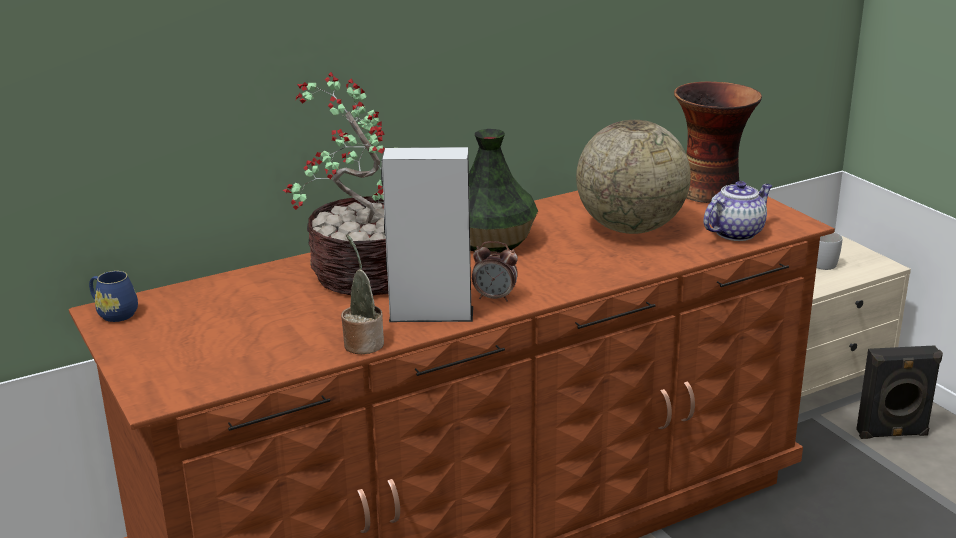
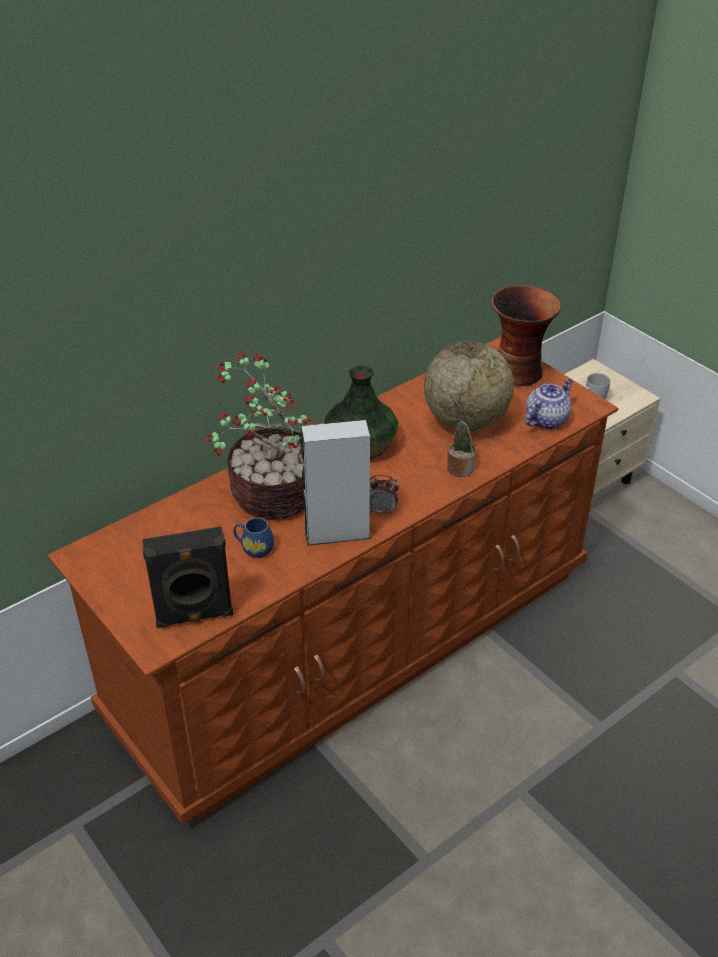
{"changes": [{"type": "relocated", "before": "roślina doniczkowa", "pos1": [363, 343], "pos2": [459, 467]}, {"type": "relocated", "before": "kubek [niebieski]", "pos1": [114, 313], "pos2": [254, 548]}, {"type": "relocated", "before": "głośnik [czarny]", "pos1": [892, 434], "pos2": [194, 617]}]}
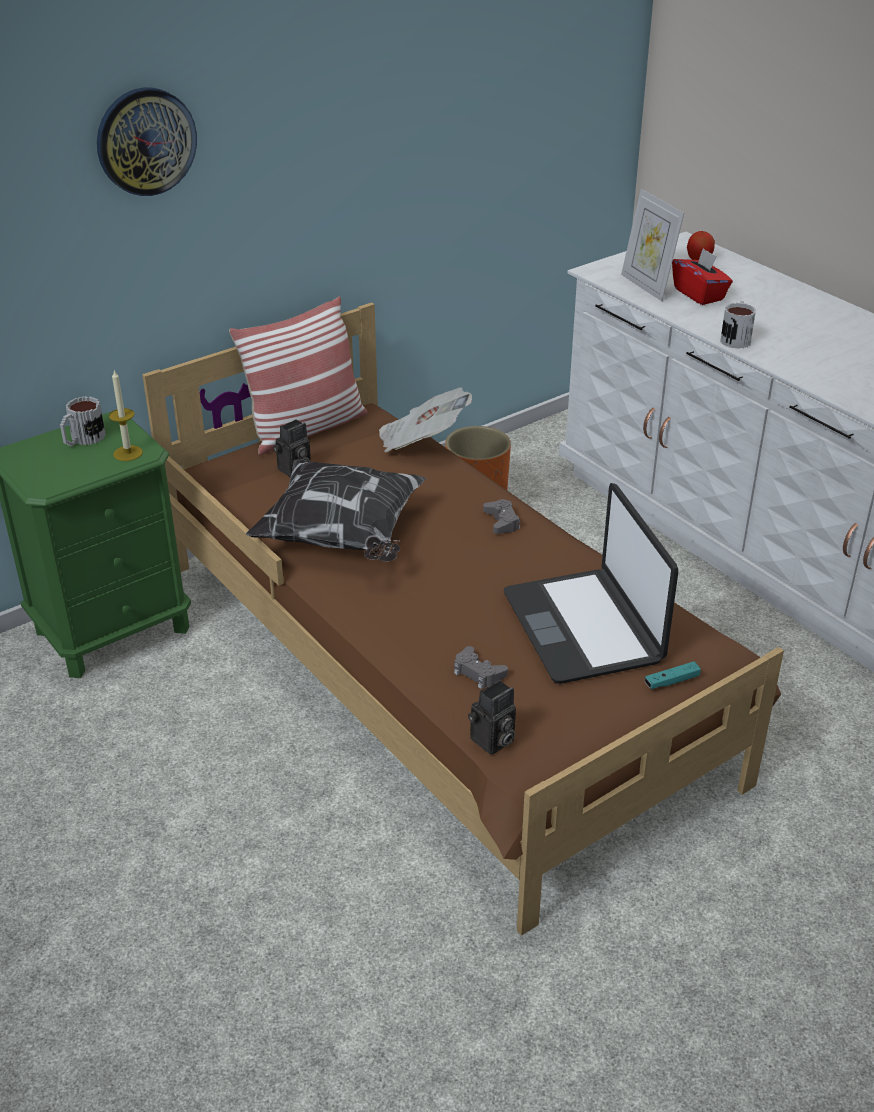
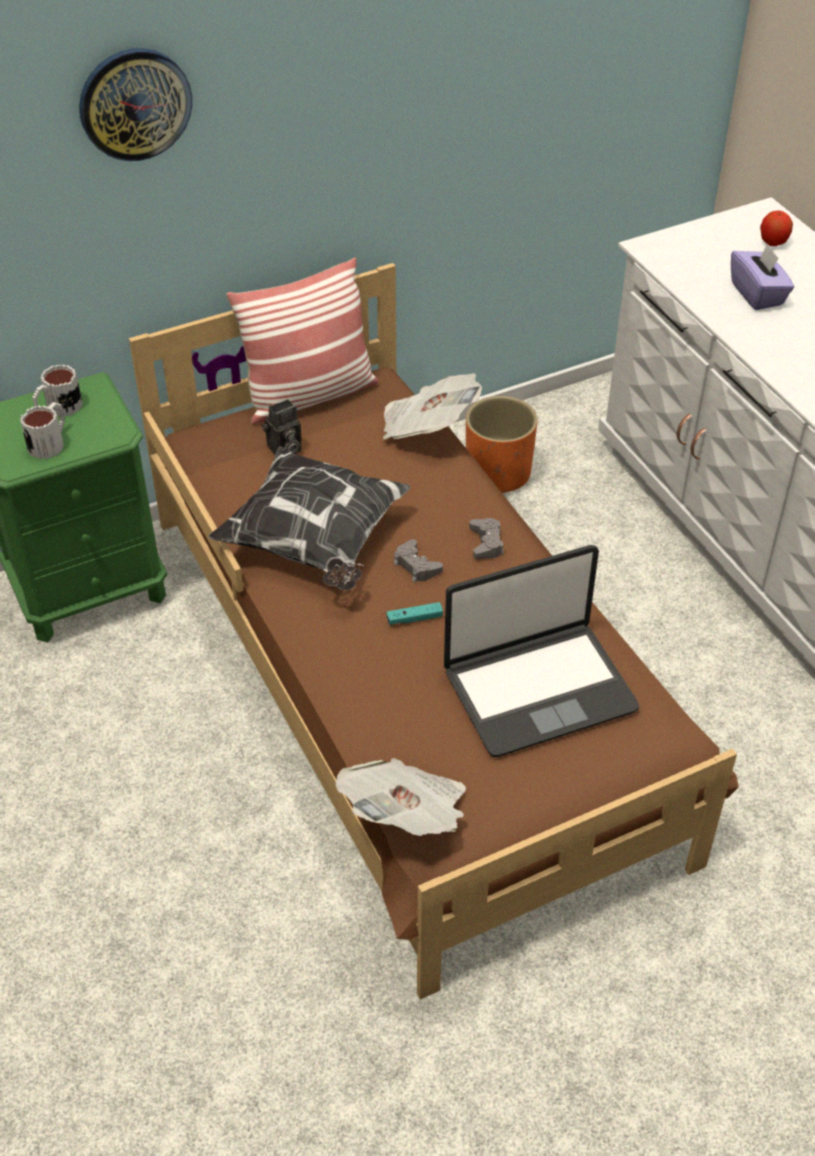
{"changes": [{"type": "missing", "before": "ramka na zdjęcie", "pos1": [647, 286]}, {"type": "colour", "before": "pudełko chusteczek [czerwony]", "after": "pudełko chusteczek [fioletowy]", "pos1": [699, 294], "pos2": [757, 294]}, {"type": "relocated", "before": "kubek", "pos1": [736, 338], "pos2": [50, 442]}, {"type": "missing", "before": "świeca", "pos1": [128, 453]}, {"type": "spun", "before": "laptop", "pos1": [584, 627], "pos2": [538, 689], "turn": -105}, {"type": "relocated", "before": "pad do gier [szary]", "pos1": [478, 673], "pos2": [416, 566]}, {"type": "relocated", "before": "pad do gier [turkusowy]", "pos1": [672, 681], "pos2": [414, 618]}, {"type": "exchanged", "before": "aparat fotograficzny", "after": "gazeta", "pos1": [492, 742], "pos2": [407, 815]}]}
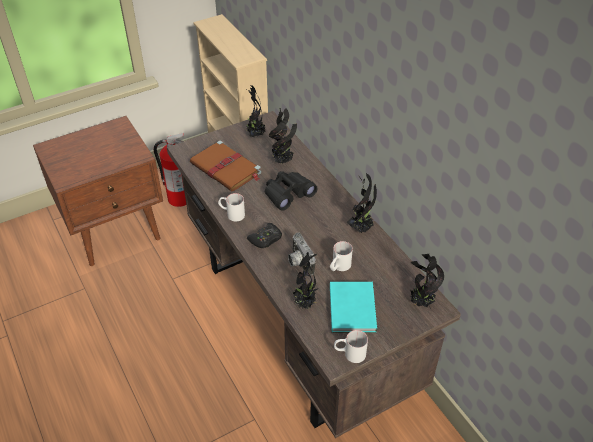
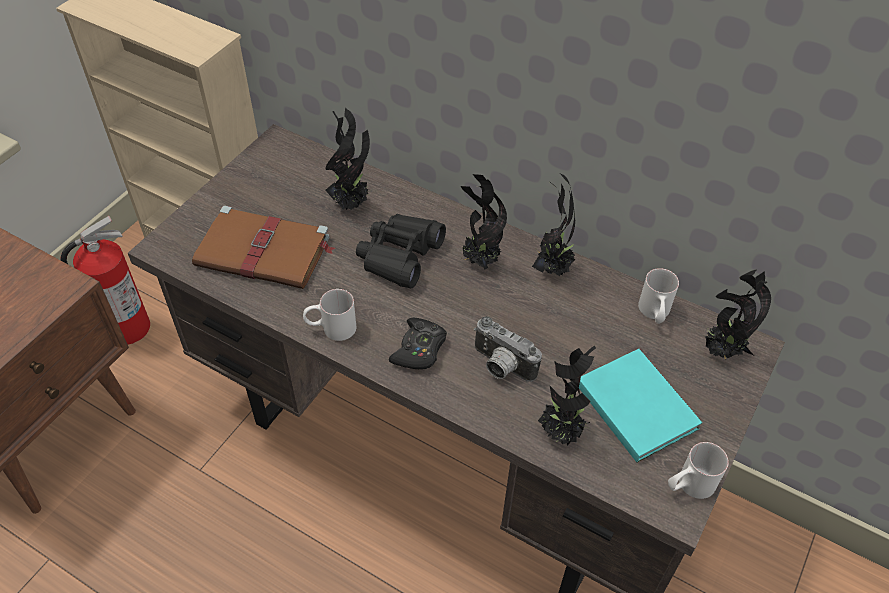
{"changes": [{"type": "relocated", "before": "roślina doniczkowa", "pos1": [255, 135], "pos2": [479, 260]}, {"type": "relocated", "before": "kubek [biały]", "pos1": [339, 267], "pos2": [654, 314]}]}
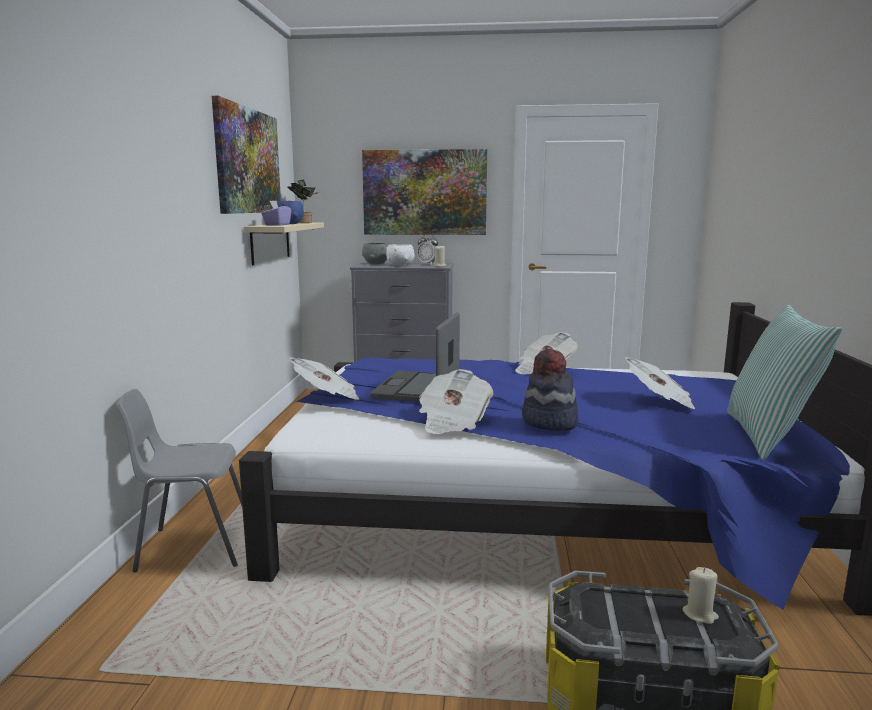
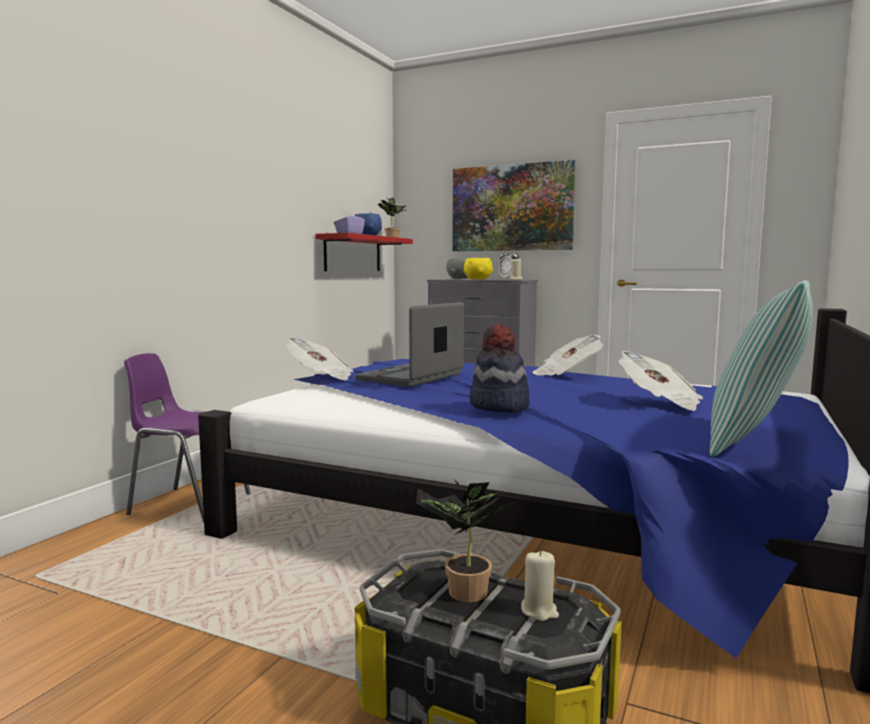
{"changes": [{"type": "missing", "before": "obraz", "pos1": [248, 161]}, {"type": "colour", "before": "półka [beżowy]", "after": "półka [czerwony]", "pos1": [270, 242], "pos2": [353, 254]}, {"type": "colour", "before": "miska [biały]", "after": "miska [żółty]", "pos1": [400, 265], "pos2": [477, 279]}, {"type": "missing", "before": "gazeta", "pos1": [453, 422]}, {"type": "colour", "before": "krzesło [szary]", "after": "krzesło [fioletowy]", "pos1": [193, 547], "pos2": [188, 504]}, {"type": "appeared", "after": "roślina doniczkowa", "pos2": [462, 593]}]}
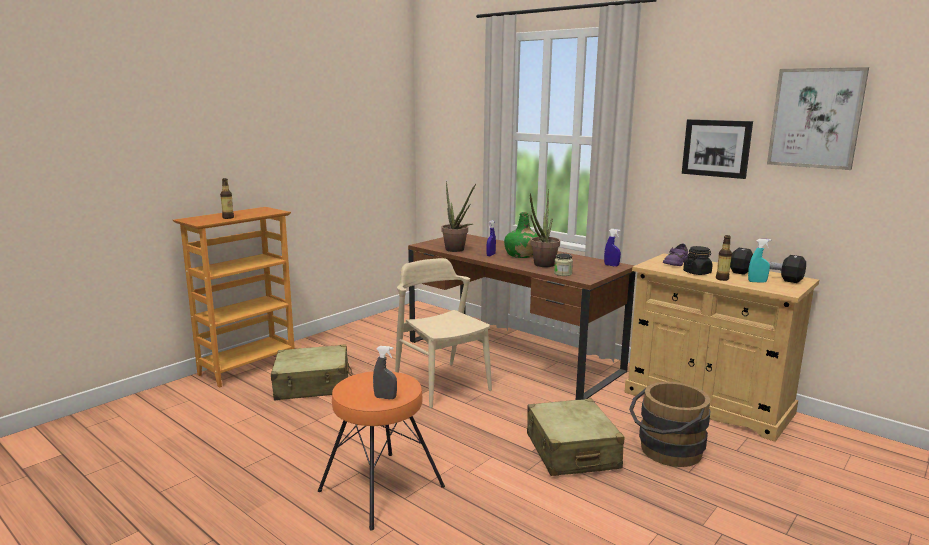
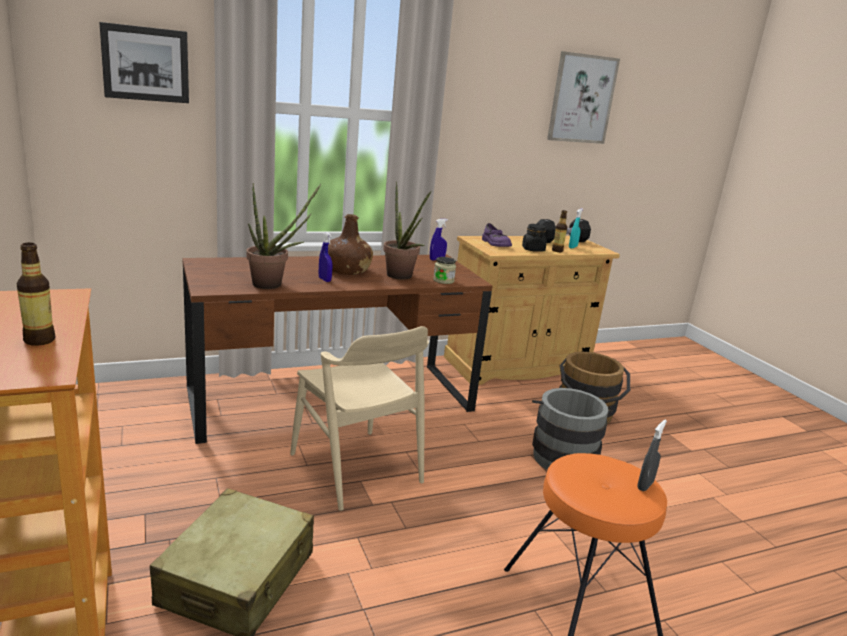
{"changes": [{"type": "relocated", "before": "obraz", "pos1": [716, 148], "pos2": [146, 64]}, {"type": "colour", "before": "butelka [zielony]", "after": "butelka [brązowy]", "pos1": [522, 255], "pos2": [347, 270]}, {"type": "spun", "before": "krzesło [beżowy]", "pos1": [442, 384], "pos2": [356, 468], "turn": -120}, {"type": "exchanged", "before": "walizka [beżowy]", "after": "wiadro [szary]", "pos1": [571, 451], "pos2": [562, 455]}]}
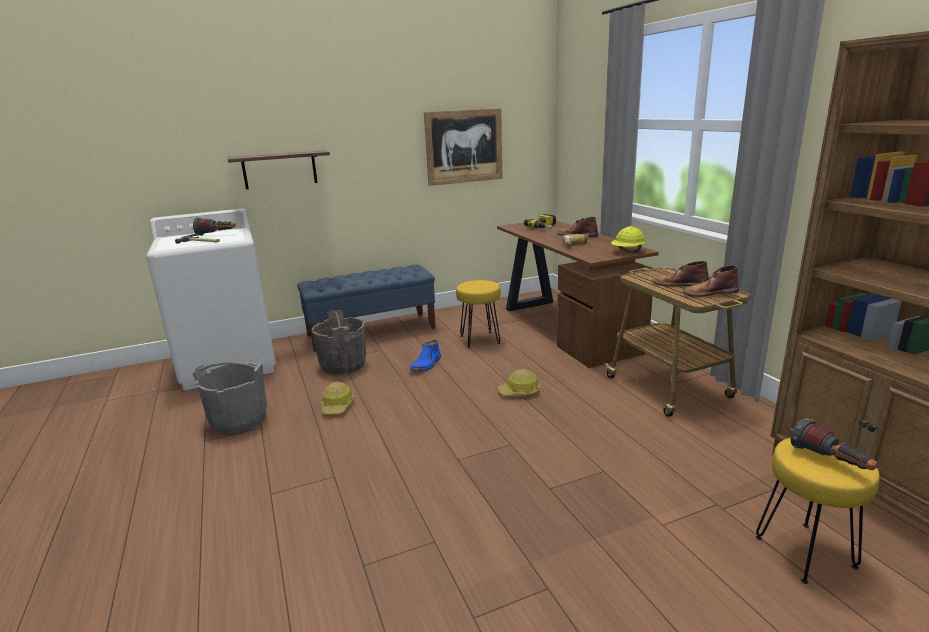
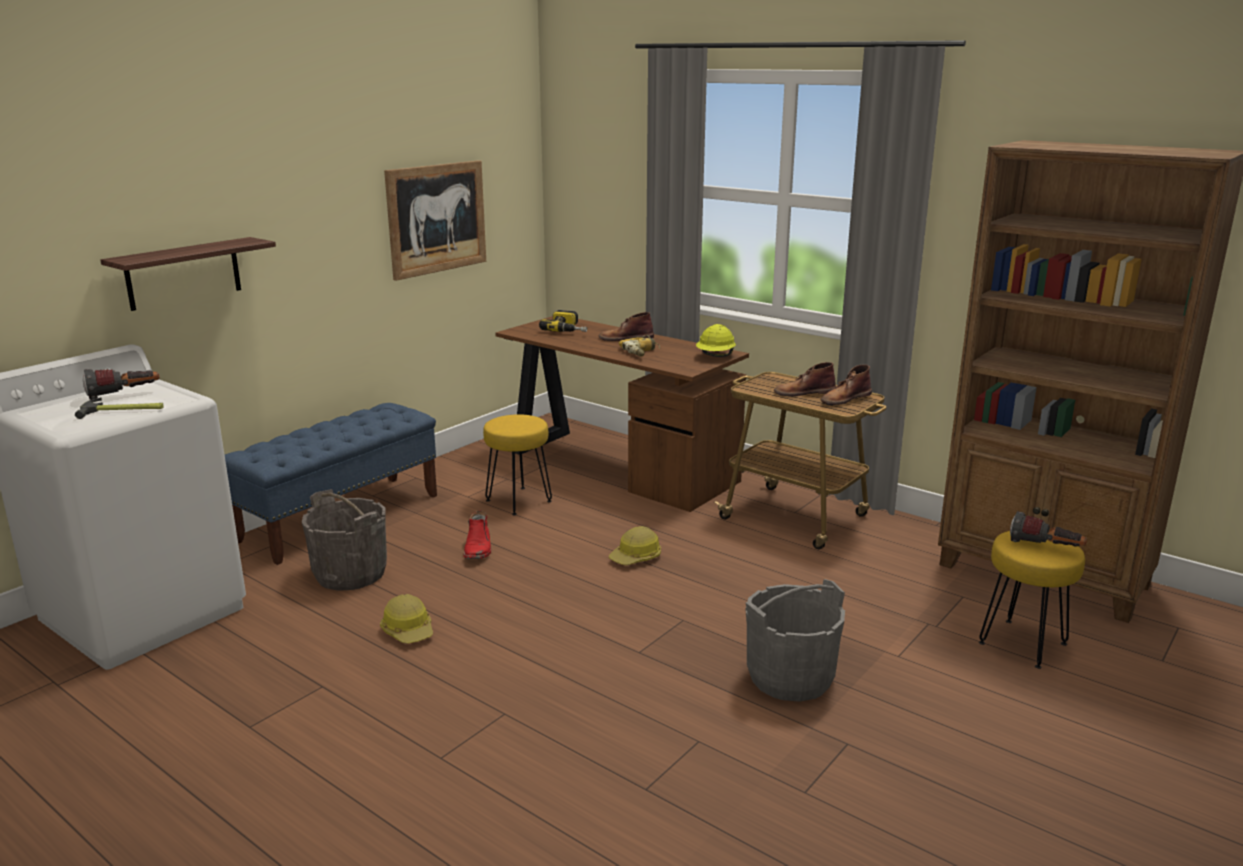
{"changes": [{"type": "colour", "before": "but z cholewką [niebieski]", "after": "but z cholewką [czerwony]", "pos1": [426, 364], "pos2": [478, 549]}, {"type": "relocated", "before": "wiadro [szary]", "pos1": [239, 420], "pos2": [790, 677]}]}
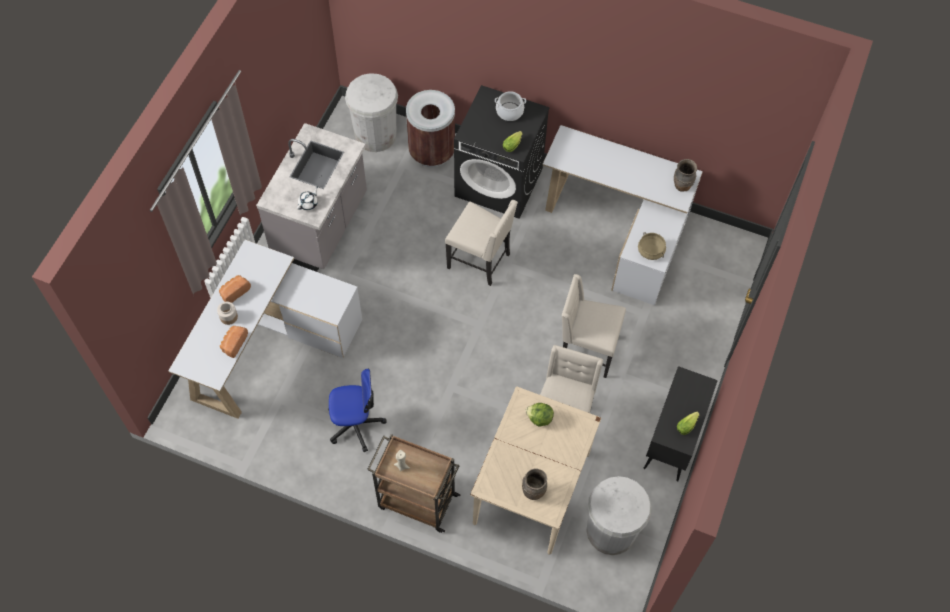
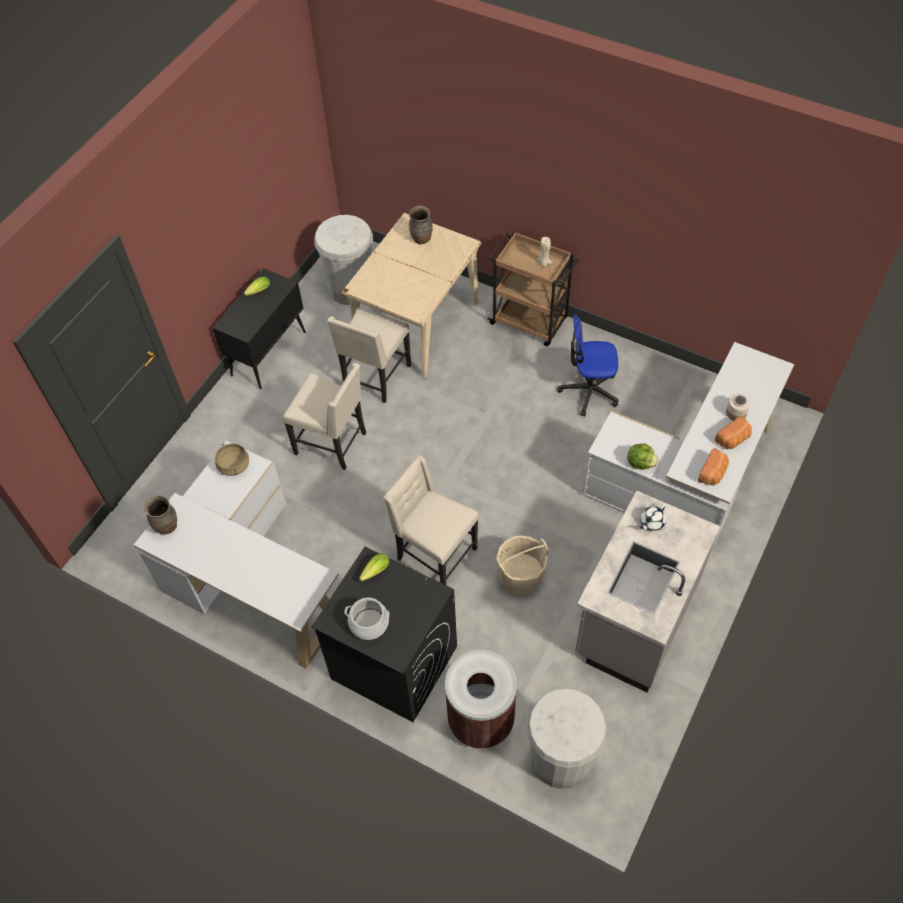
{"changes": [{"type": "relocated", "before": "chleb", "pos1": [233, 343], "pos2": [713, 473]}, {"type": "relocated", "before": "sałata", "pos1": [539, 418], "pos2": [640, 462]}, {"type": "appeared", "after": "wiadro [beżowy]", "pos2": [521, 577]}]}
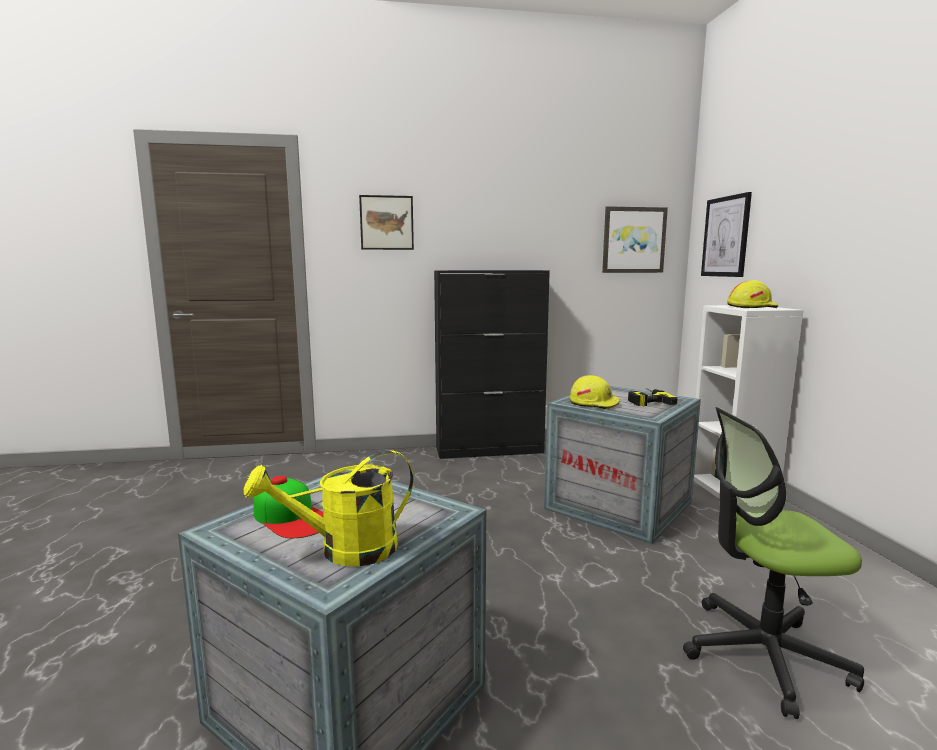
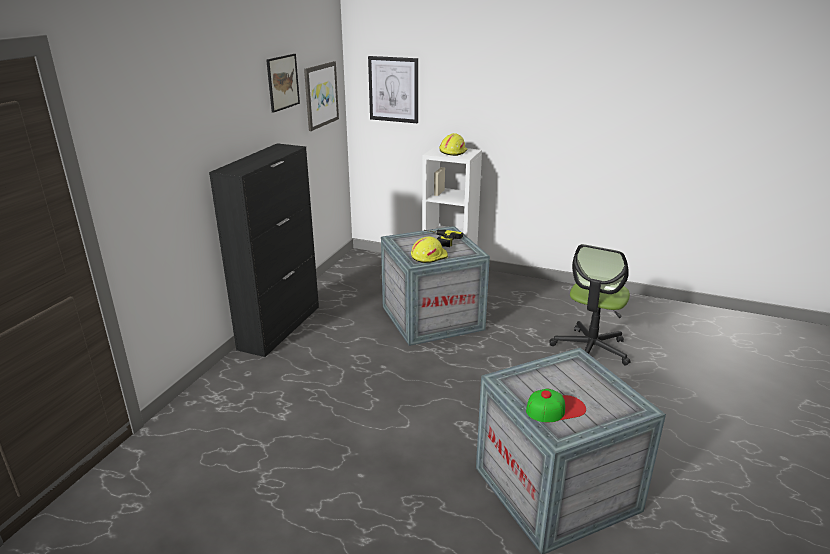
{"changes": [{"type": "relocated", "before": "obraz", "pos1": [386, 222], "pos2": [282, 82]}, {"type": "missing", "before": "konewka [żółty]", "pos1": [345, 551]}]}
